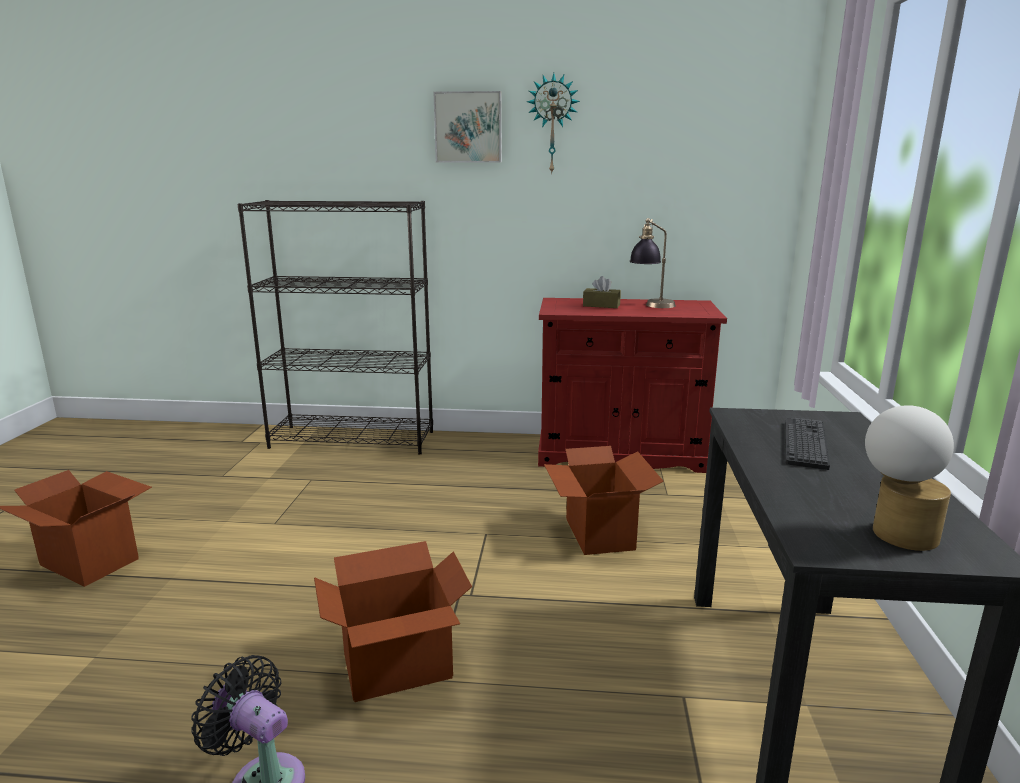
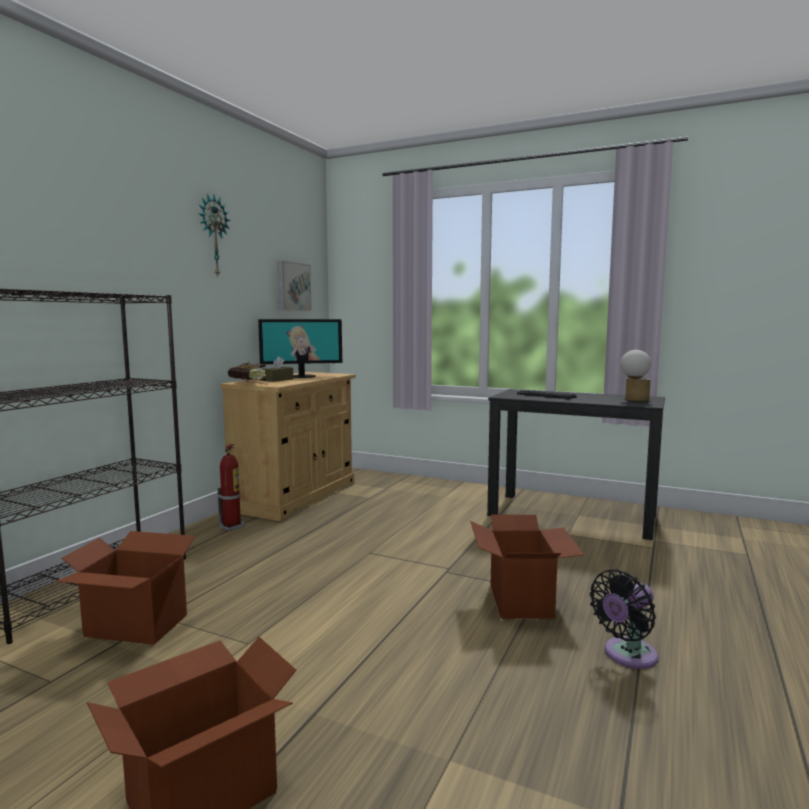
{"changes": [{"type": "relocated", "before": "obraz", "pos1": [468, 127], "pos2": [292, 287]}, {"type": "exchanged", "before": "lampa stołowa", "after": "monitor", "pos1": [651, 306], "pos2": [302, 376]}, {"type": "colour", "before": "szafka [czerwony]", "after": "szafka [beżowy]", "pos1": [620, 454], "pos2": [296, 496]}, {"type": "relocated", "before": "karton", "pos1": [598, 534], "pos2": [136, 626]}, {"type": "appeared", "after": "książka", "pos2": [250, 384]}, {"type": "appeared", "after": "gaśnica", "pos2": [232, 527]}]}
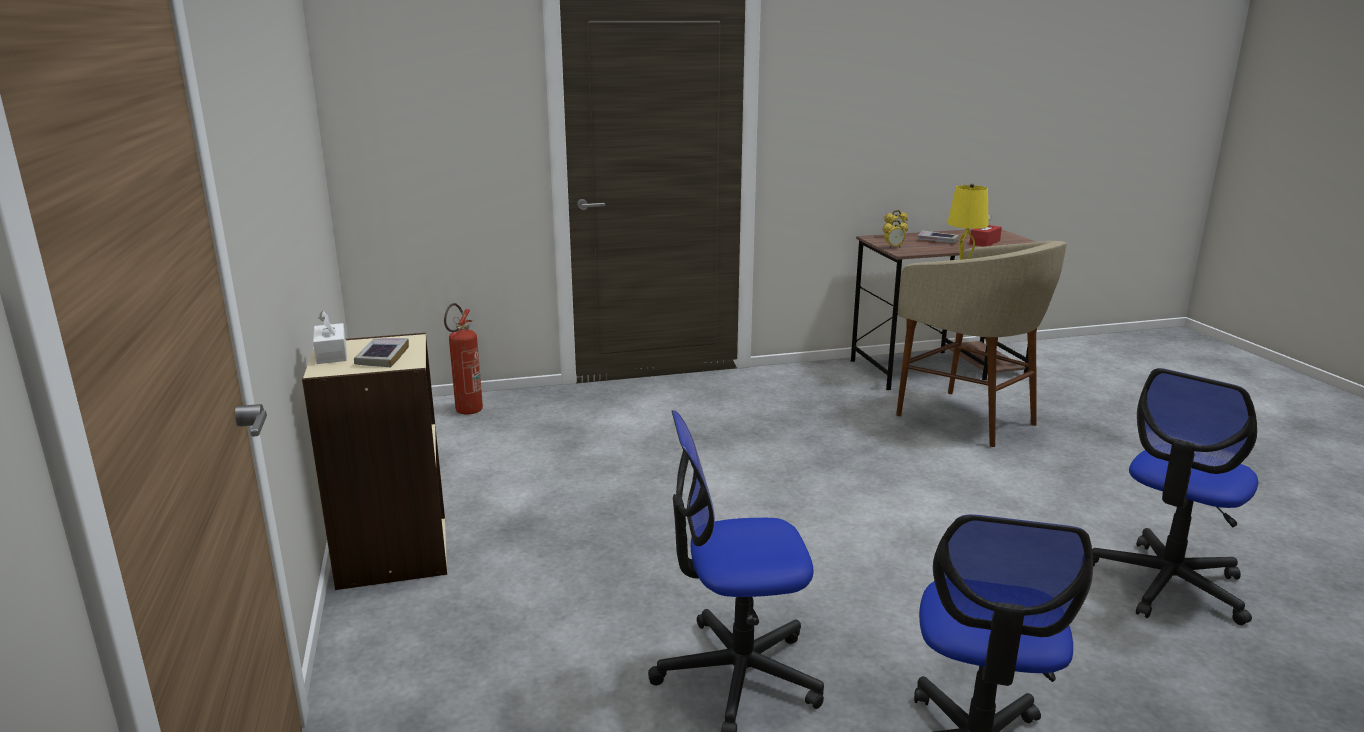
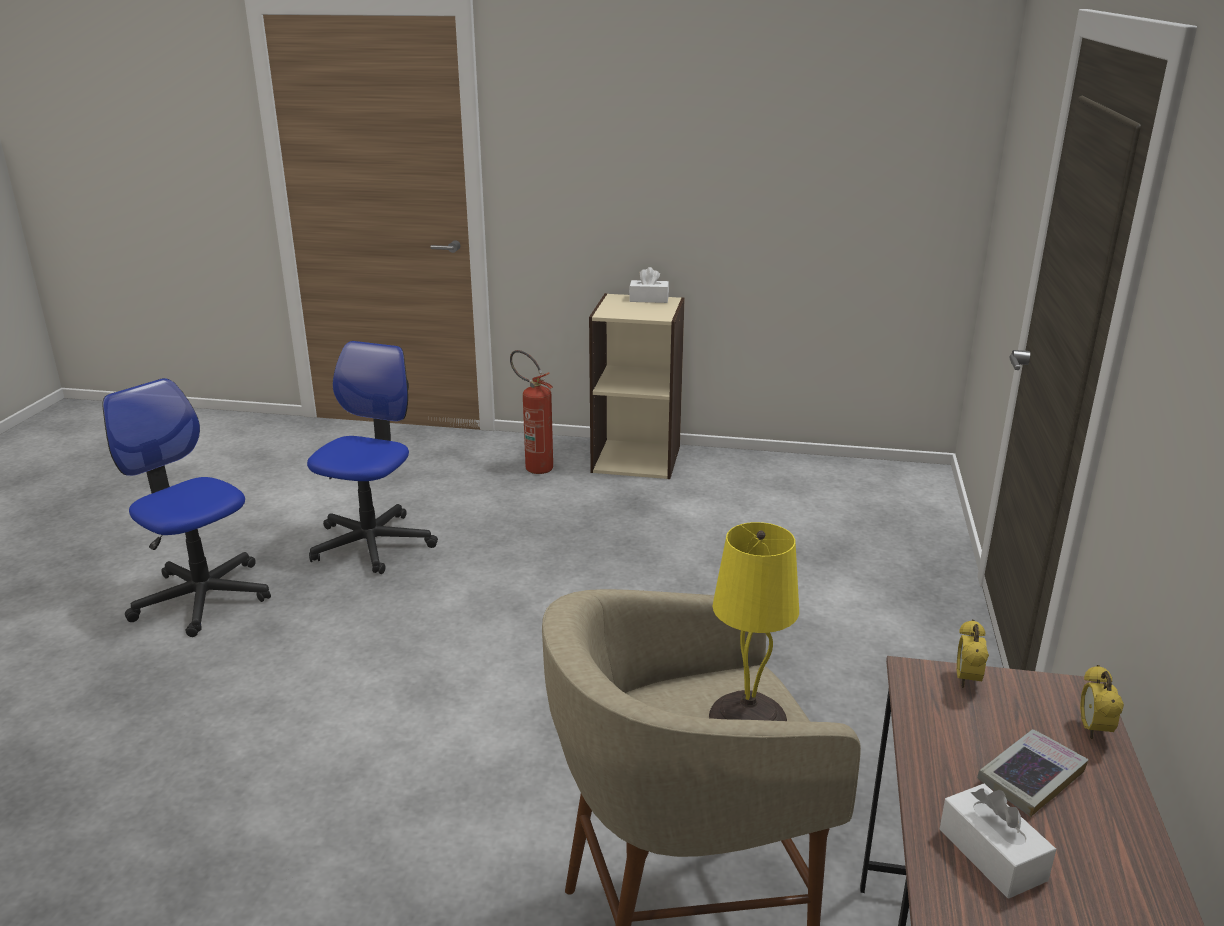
{"changes": [{"type": "colour", "before": "pudełko chusteczek [czerwony]", "after": "pudełko chusteczek [biały]", "pos1": [984, 242], "pos2": [992, 854]}, {"type": "relocated", "before": "gaśnica", "pos1": [466, 412], "pos2": [534, 466]}, {"type": "missing", "before": "książka", "pos1": [382, 357]}, {"type": "missing", "before": "krzesło biurowe", "pos1": [1167, 584]}]}
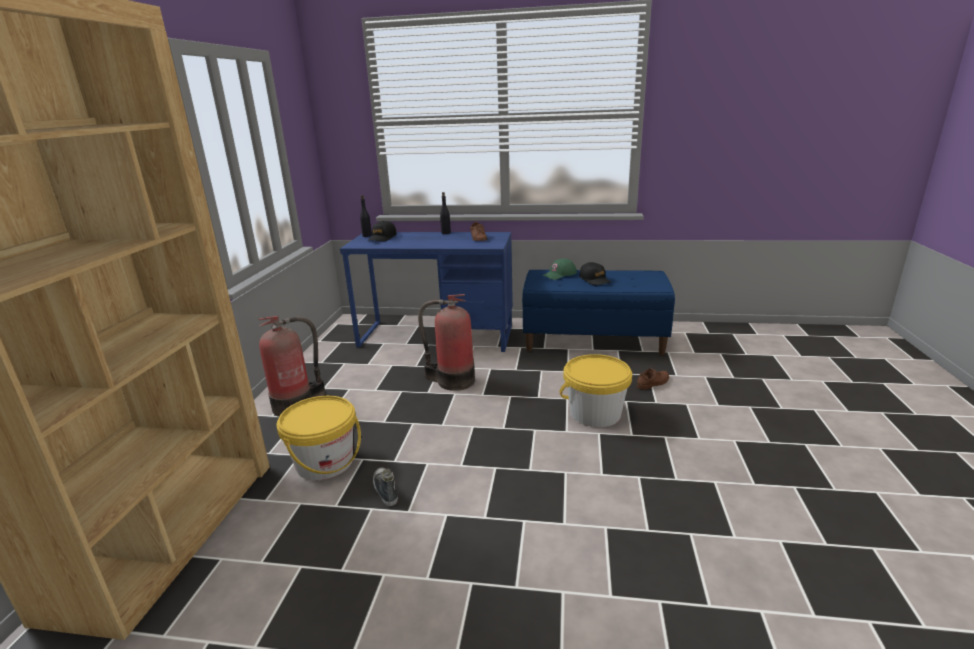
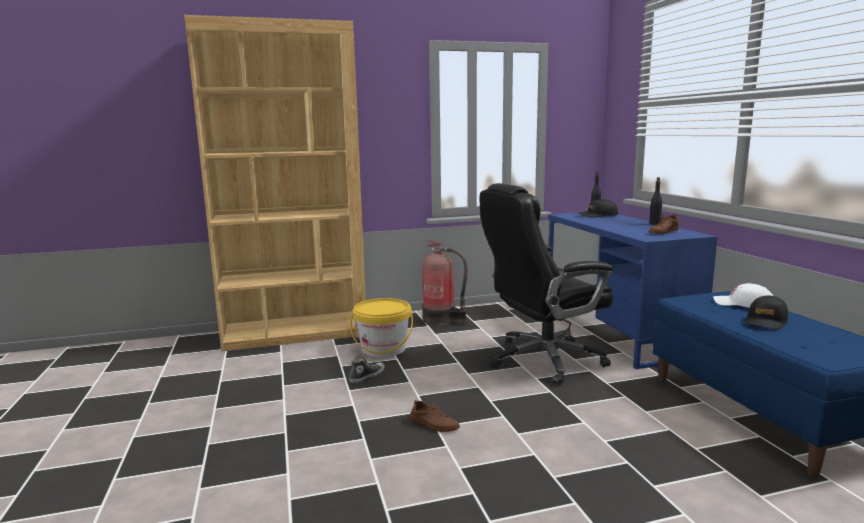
{"changes": [{"type": "colour", "before": "czapka z daszkiem [zielony]", "after": "czapka z daszkiem [biały]", "pos1": [559, 274], "pos2": [743, 304]}, {"type": "exchanged", "before": "gaśnica", "after": "krzesło biurowe [czarny]", "pos1": [453, 381], "pos2": [543, 360]}, {"type": "missing", "before": "wiadro [żółty]", "pos1": [595, 413]}, {"type": "relocated", "before": "but [brązowy]", "pos1": [653, 382], "pos2": [434, 424]}]}
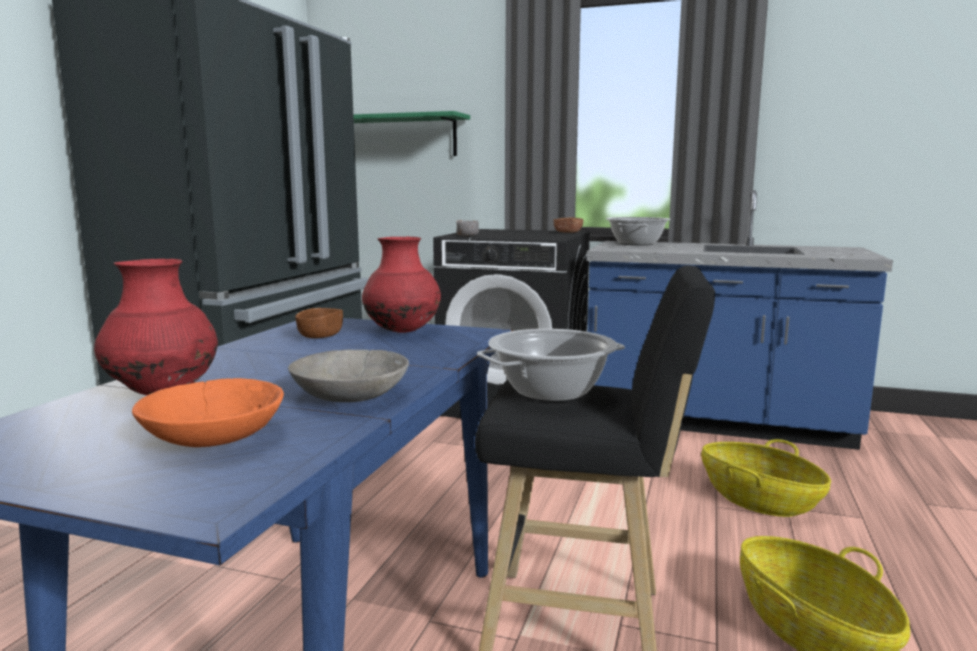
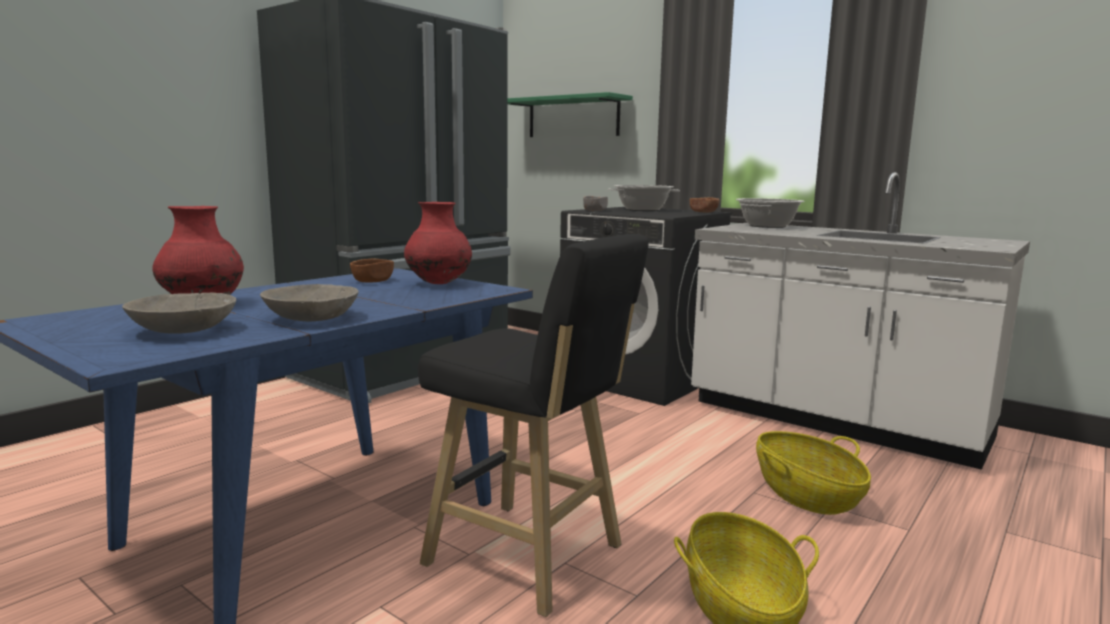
{"changes": [{"type": "colour", "before": "zabudowa kuchenna [niebieski]", "after": "zabudowa kuchenna [biały]", "pos1": [715, 422], "pos2": [834, 421]}, {"type": "relocated", "before": "garnek", "pos1": [551, 391], "pos2": [642, 210]}, {"type": "colour", "before": "miska [pomarańczowy]", "after": "miska [szary]", "pos1": [214, 438], "pos2": [183, 330]}]}
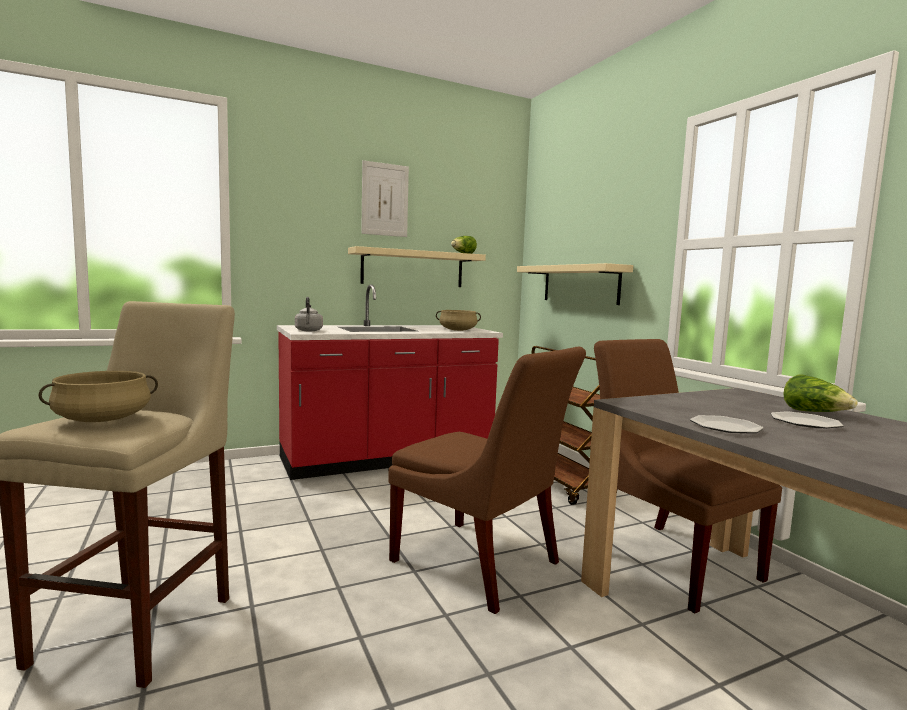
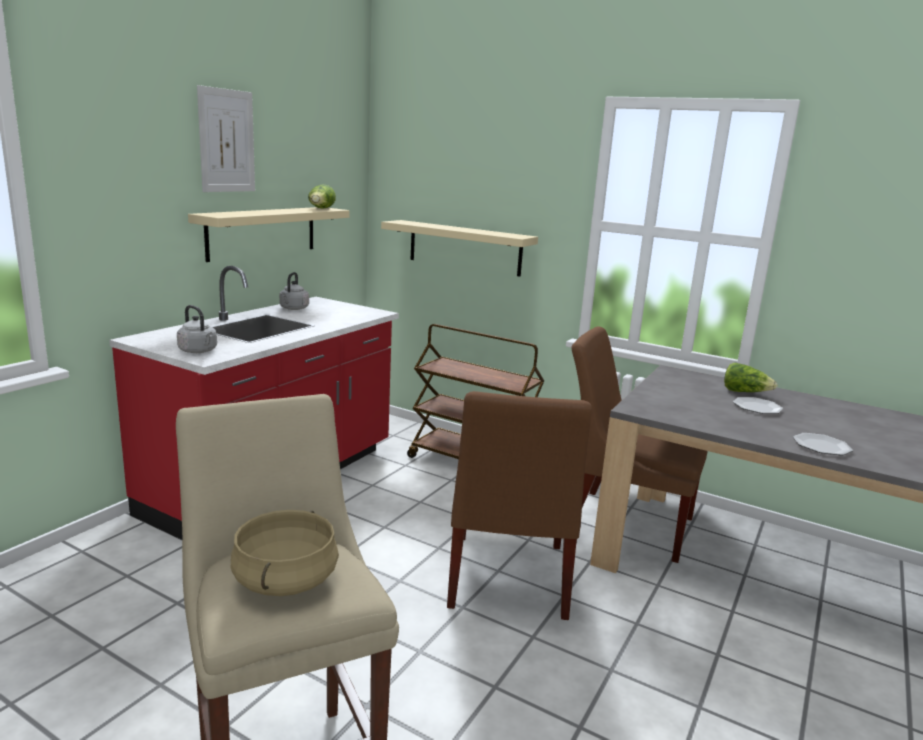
{"changes": [{"type": "missing", "before": "garnek [beżowy]", "pos1": [457, 330]}, {"type": "spun", "before": "krzesło [brązowy]", "pos1": [480, 565], "pos2": [507, 579], "turn": 90}, {"type": "relocated", "before": "talerz", "pos1": [724, 427], "pos2": [821, 446]}, {"type": "appeared", "after": "czajnik [szary]", "pos2": [293, 309]}]}
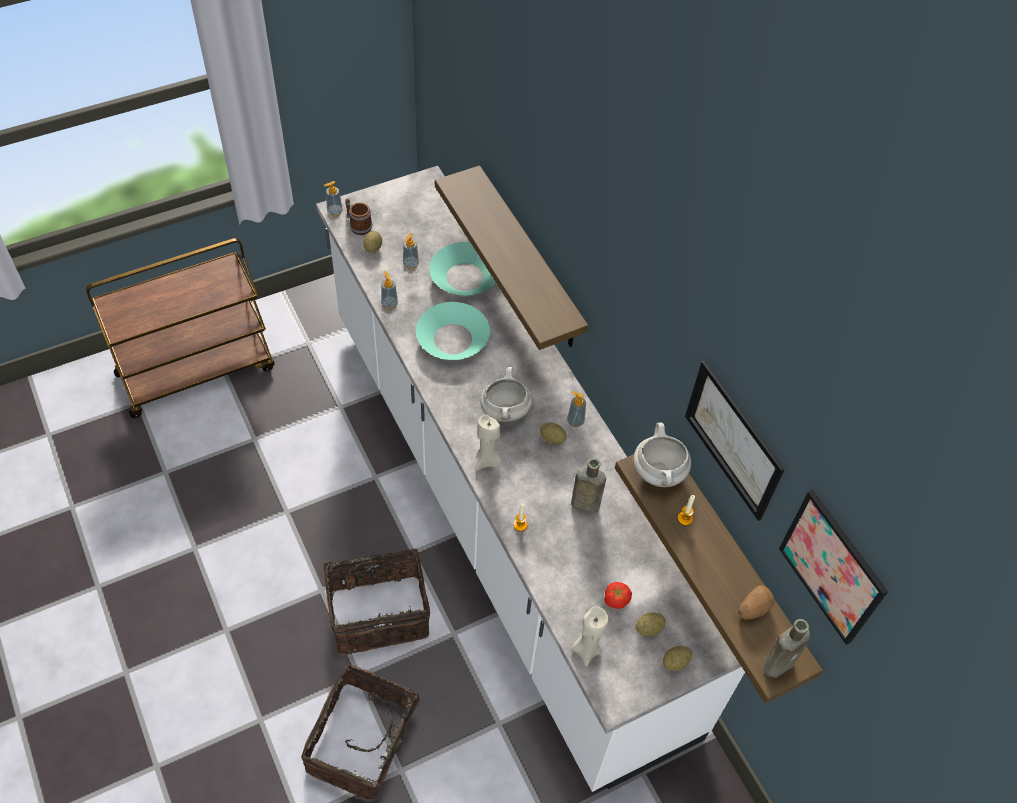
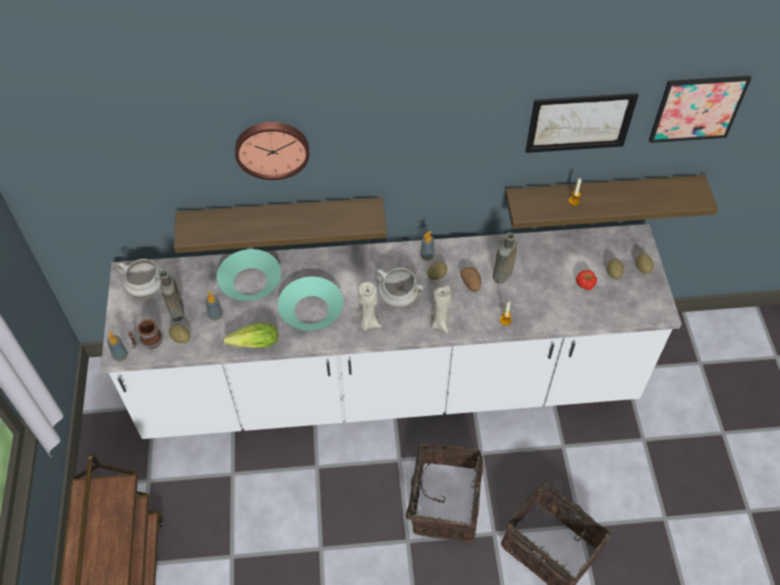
{"changes": [{"type": "exchanged", "before": "dozownik mydła", "after": "sałata", "pos1": [389, 304], "pos2": [252, 344]}, {"type": "relocated", "before": "garnek [biały]", "pos1": [659, 473], "pos2": [147, 287]}, {"type": "relocated", "before": "ziemniak", "pos1": [752, 609], "pos2": [471, 284]}, {"type": "relocated", "before": "świeca [beżowy]", "pos1": [586, 649], "pos2": [368, 322]}, {"type": "relocated", "before": "butelka [brązowy]", "pos1": [780, 663], "pos2": [177, 310]}, {"type": "appeared", "after": "zegar ścienny", "pos2": [272, 148]}]}
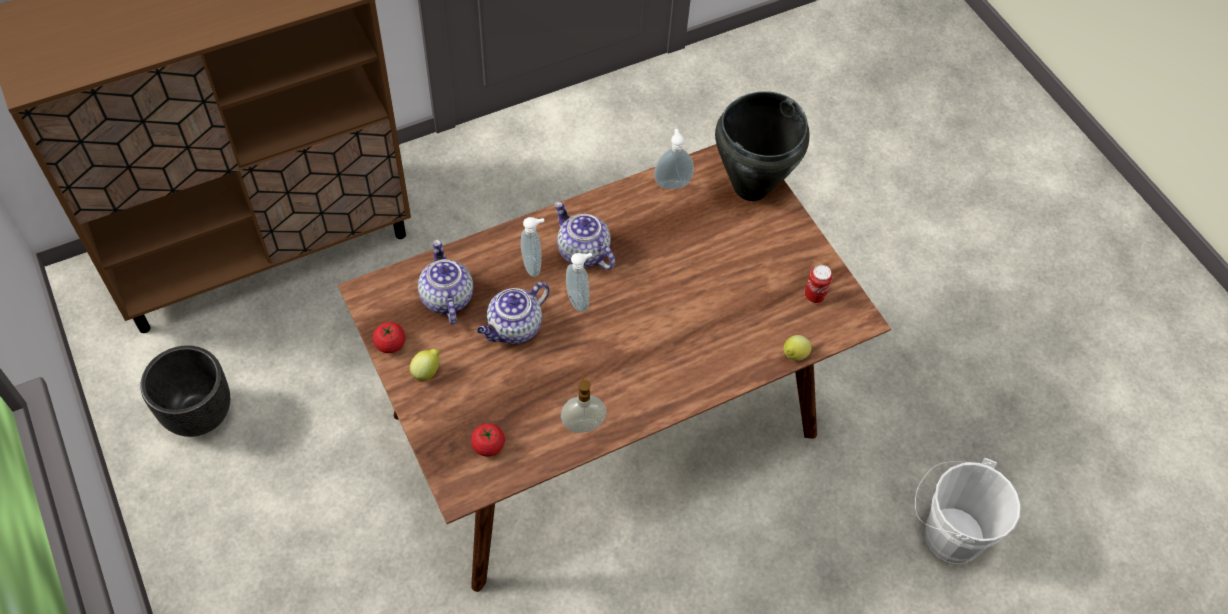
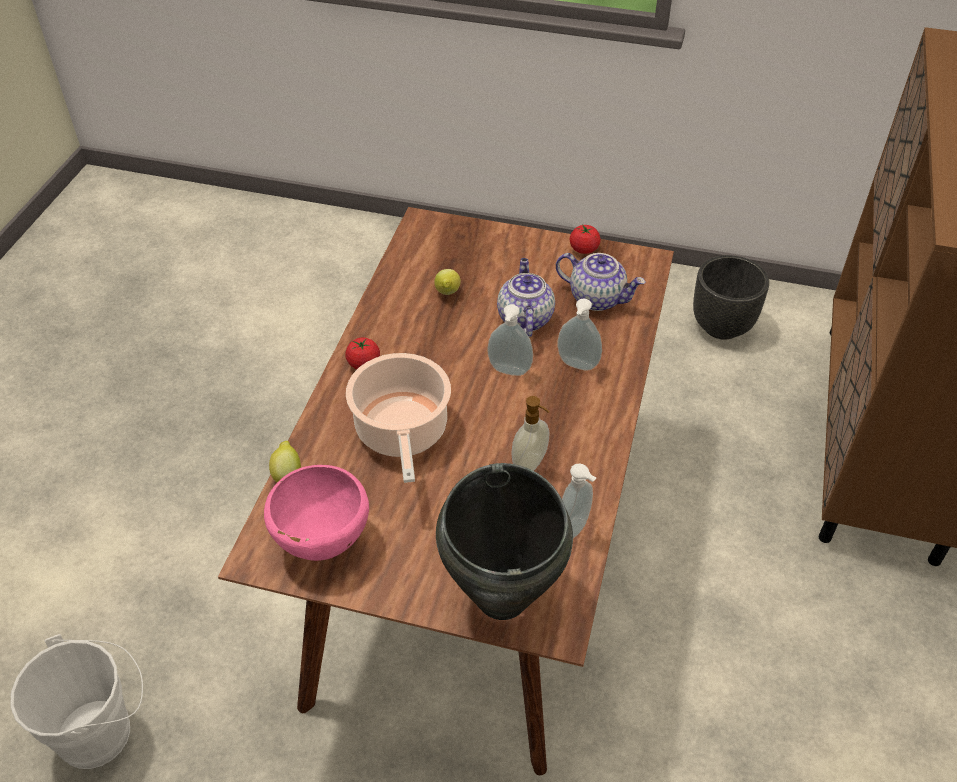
{"changes": [{"type": "missing", "before": "imbryk", "pos1": [582, 252]}, {"type": "exchanged", "before": "puszka", "after": "miska [różowy]", "pos1": [814, 295], "pos2": [322, 543]}, {"type": "relocated", "before": "cytryna", "pos1": [427, 371], "pos2": [447, 294]}, {"type": "relocated", "before": "dozownik mydła", "pos1": [583, 424], "pos2": [530, 464]}, {"type": "relocated", "before": "pomidor", "pos1": [488, 446], "pos2": [363, 364]}, {"type": "appeared", "after": "garnek", "pos2": [402, 433]}]}
